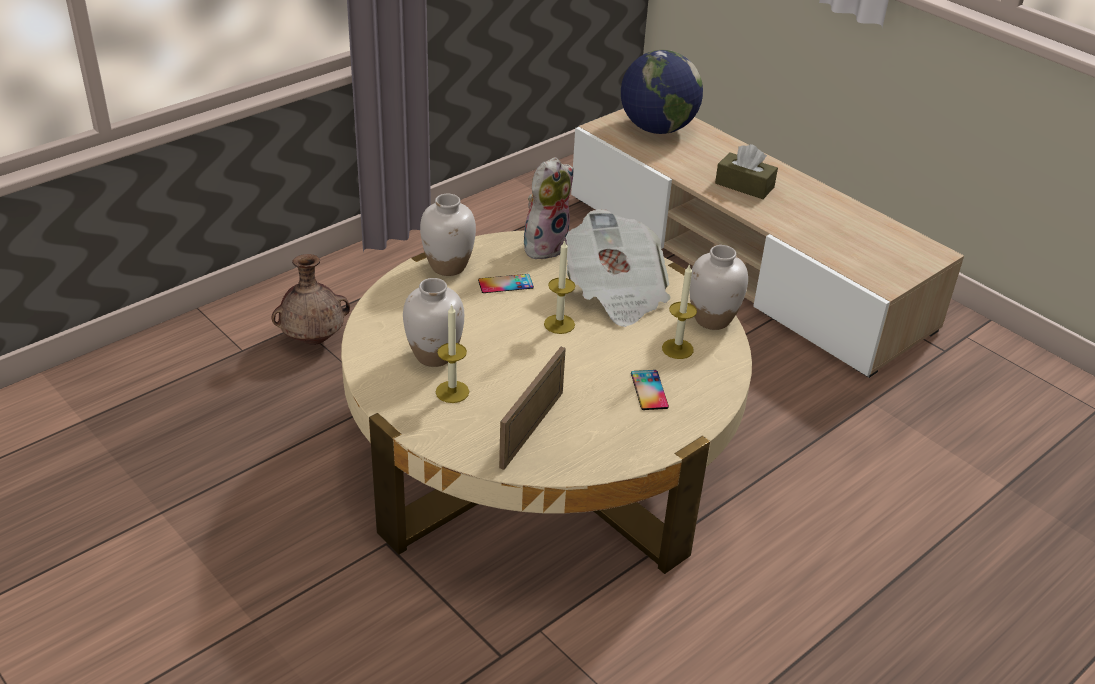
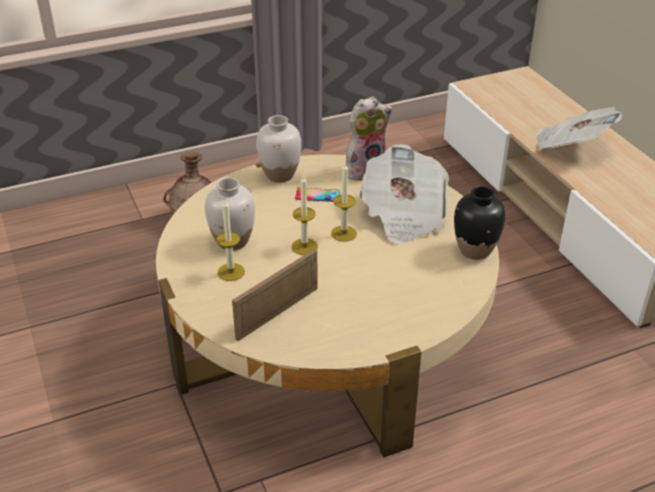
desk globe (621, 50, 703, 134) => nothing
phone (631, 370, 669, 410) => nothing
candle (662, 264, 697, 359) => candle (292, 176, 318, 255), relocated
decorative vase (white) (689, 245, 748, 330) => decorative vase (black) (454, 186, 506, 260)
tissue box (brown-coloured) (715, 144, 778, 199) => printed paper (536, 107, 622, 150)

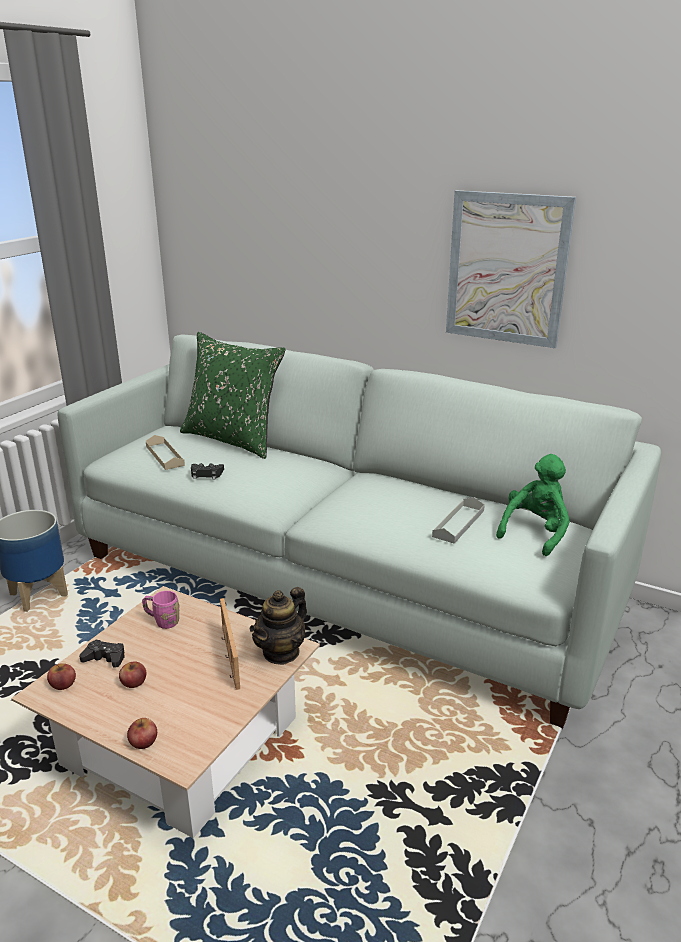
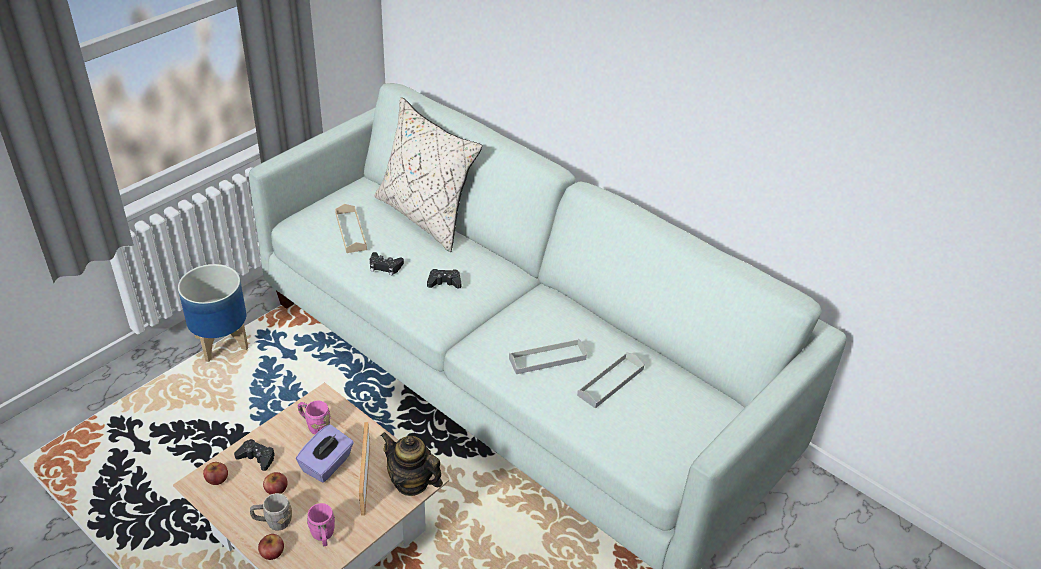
pillow (green-coloured) (180, 332, 286, 459) => pillow (beige-coloured) (375, 97, 482, 252)
tea pot (250, 587, 307, 665) => tea pot (381, 432, 443, 496), 75 degrees clockwise
picture (446, 190, 576, 348) => nothing
cuddly toy (green-coloured) (496, 454, 570, 556) => nothing
nothing => tea mug (grey) (250, 493, 292, 531)
nothing => tissue box (purple-coloured) (296, 424, 354, 482)
nothing => tea mug (pink) (307, 503, 335, 547)
nothing => game controller (black) (427, 269, 461, 289)
nothing => tray (grey) (509, 339, 587, 374)

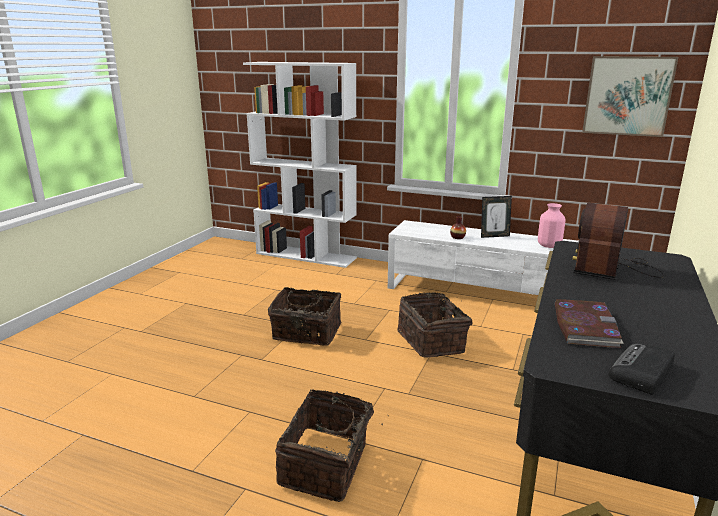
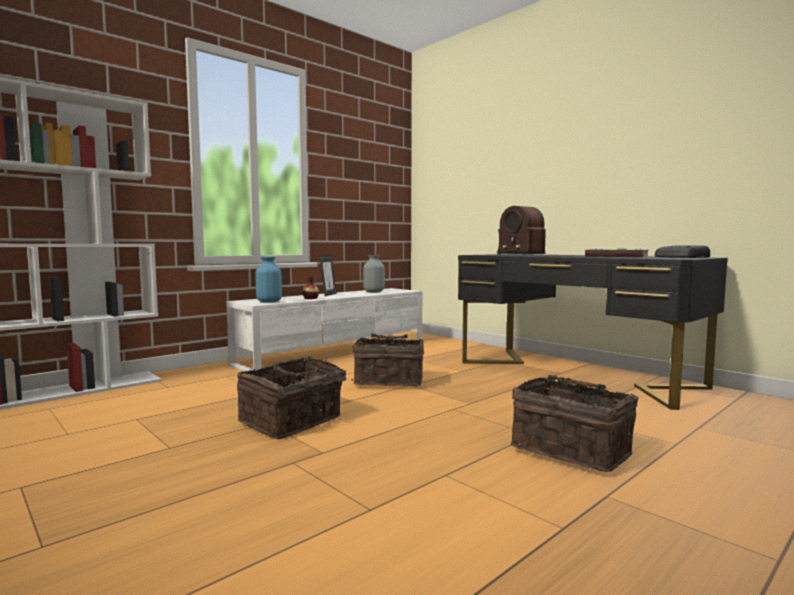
decorative vase (pink) (538, 203, 565, 248) => decorative vase (grey) (363, 255, 385, 293)
picture (582, 56, 678, 137) => nothing
nothing => decorative vase (blue-coloured) (255, 257, 282, 303)

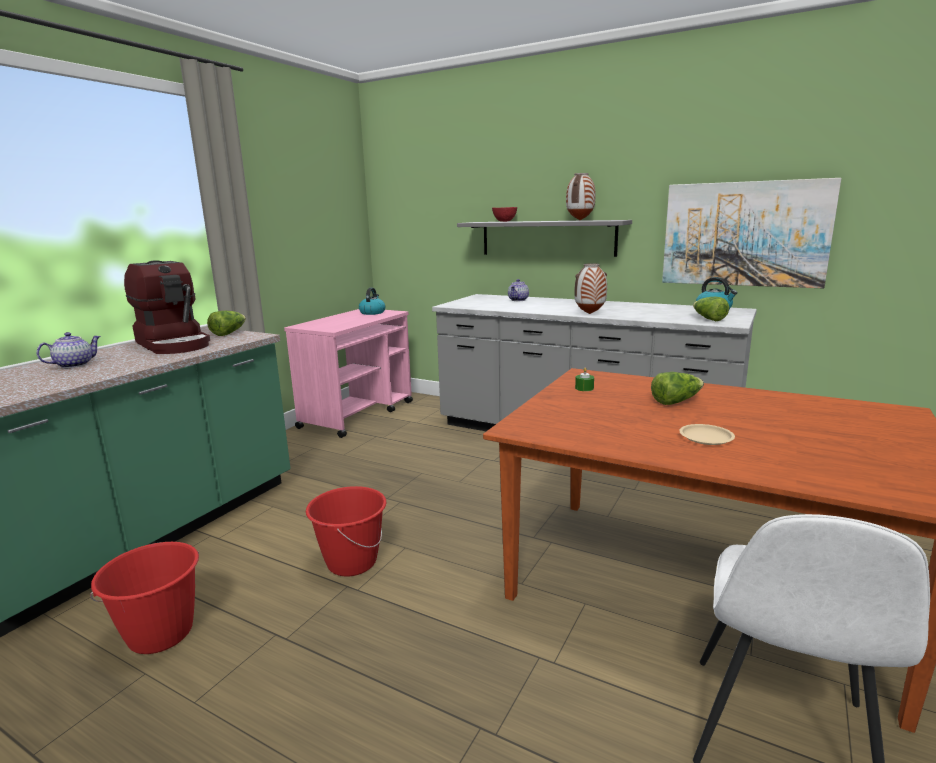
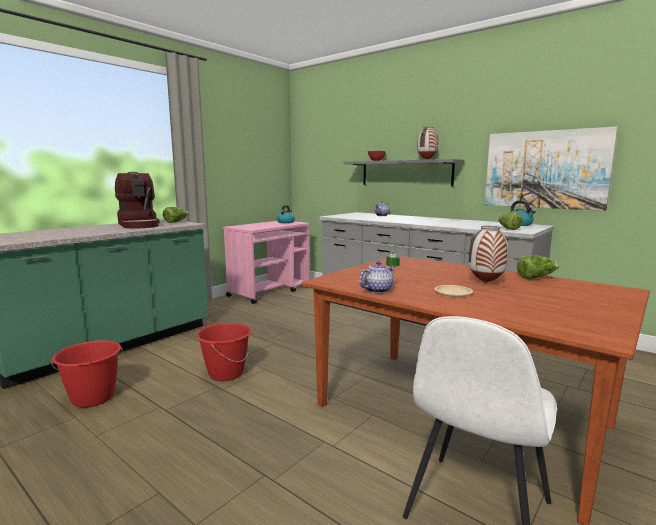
tea pot (36, 332, 101, 368) => tea pot (359, 261, 395, 293), relocated
decorative vase (574, 263, 607, 314) => decorative vase (469, 226, 509, 283), relocated
lettuce head (651, 372, 704, 405) => lettuce head (517, 255, 559, 279), relocated

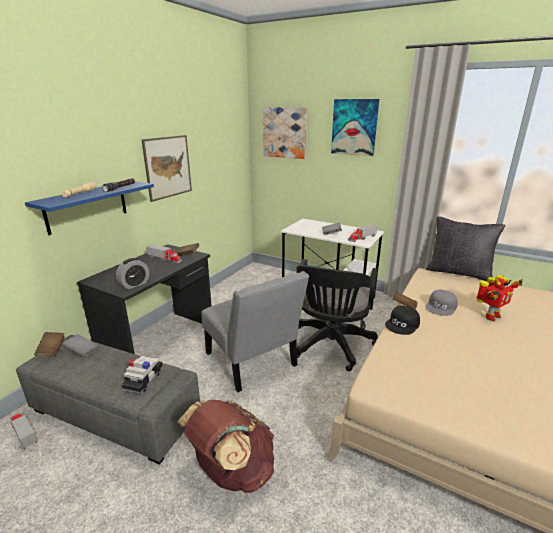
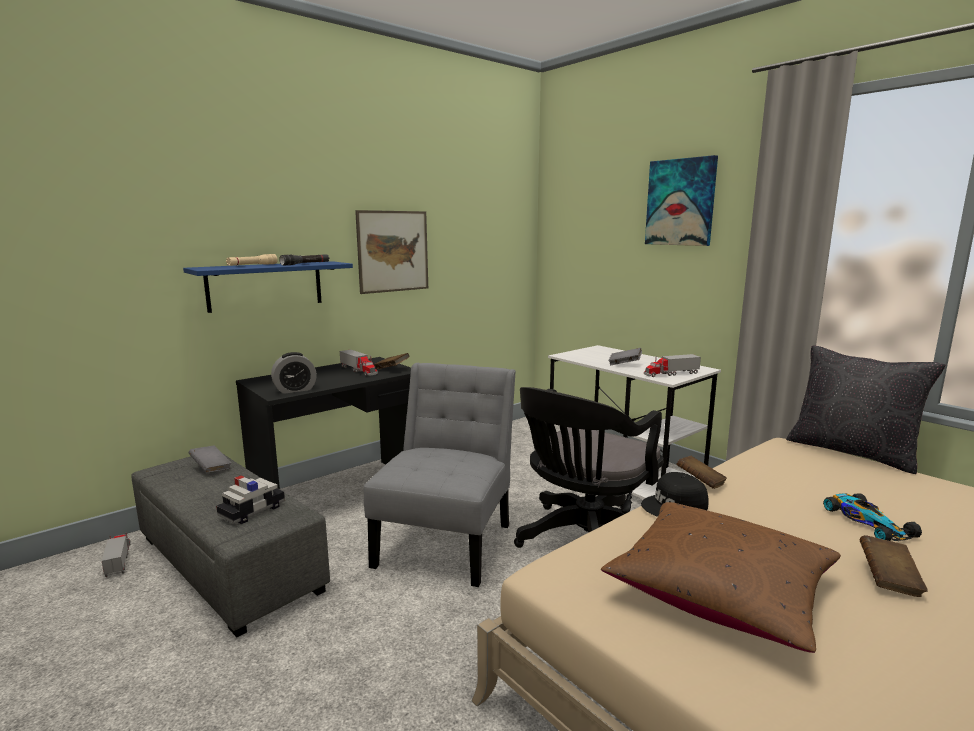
book (brown-coloured) (34, 332, 65, 357) => book (brown-coloured) (859, 535, 928, 597), relocated
rucksack (brown-coloured) (177, 400, 274, 493) => nothing
upright chair (grey) (201, 271, 309, 392) => upright chair (grey) (364, 363, 516, 587), 150 degrees counterclockwise
picture (263, 107, 307, 159) => nothing
cap (grey) (425, 289, 458, 316) => nothing
model robot (476, 275, 523, 321) => toy car (823, 493, 922, 541)
nothing => pillow (brown-coloured) (601, 502, 841, 653)

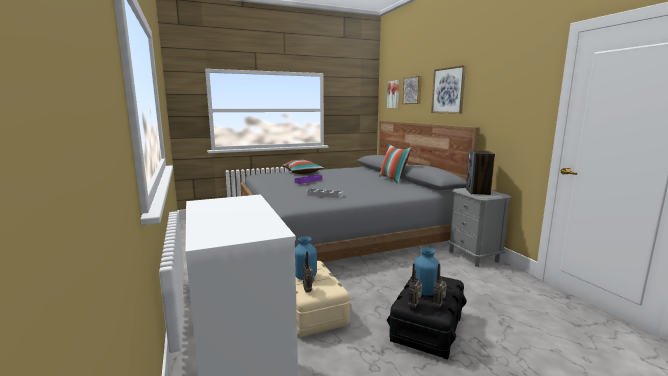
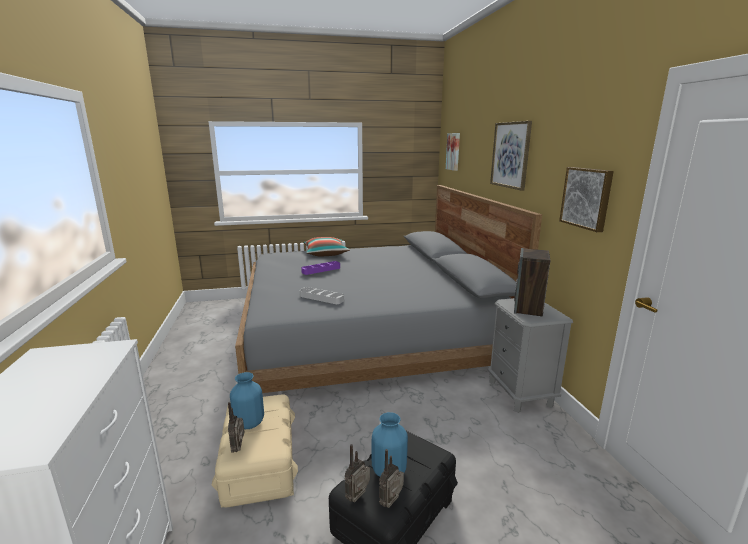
pillow (379, 144, 411, 183) => nothing
picture (402, 76, 422, 104) => picture (559, 167, 614, 232), relocated

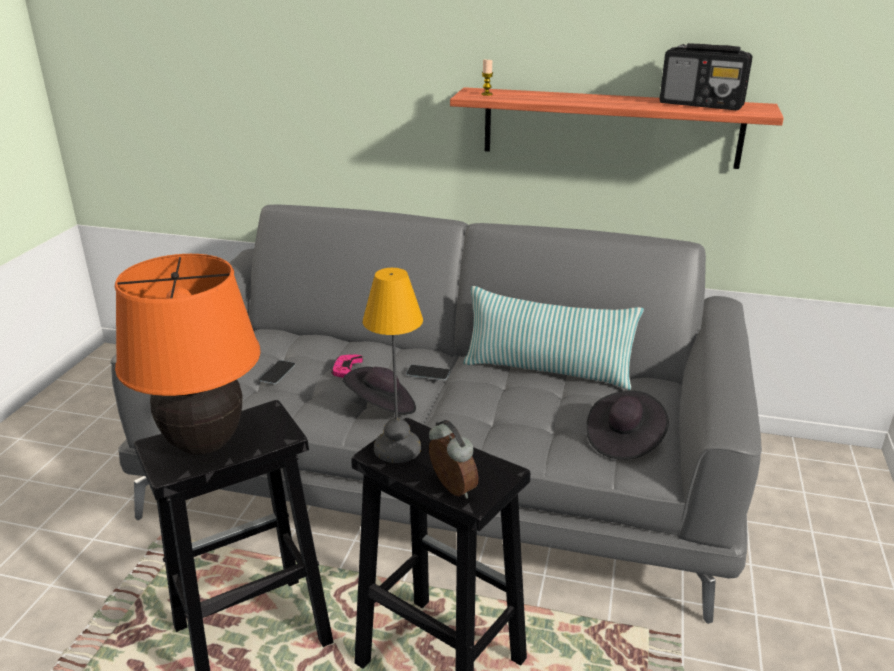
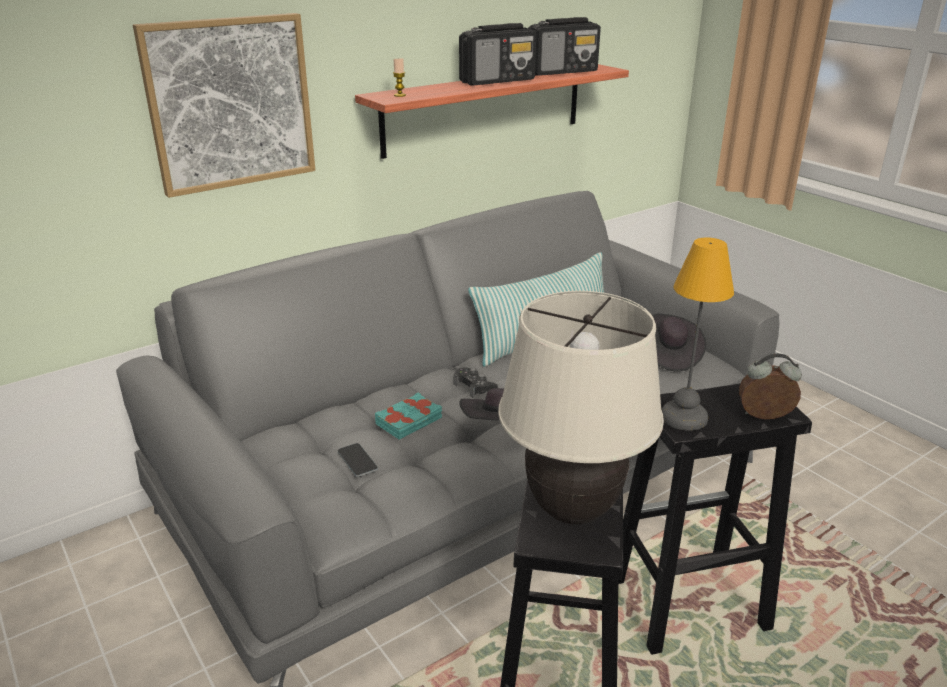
tabletop lamp (orangey) (115, 254, 261, 455) => tabletop lamp (beige-coloured) (498, 291, 664, 524)
game controller (pink) (331, 354, 363, 378) => book (turquoise-coloured) (375, 392, 442, 440)
phone (406, 365, 450, 380) => game controller (black) (454, 367, 498, 398)
nothing => picture (133, 13, 316, 198)
nothing => radio set (459, 23, 536, 85)

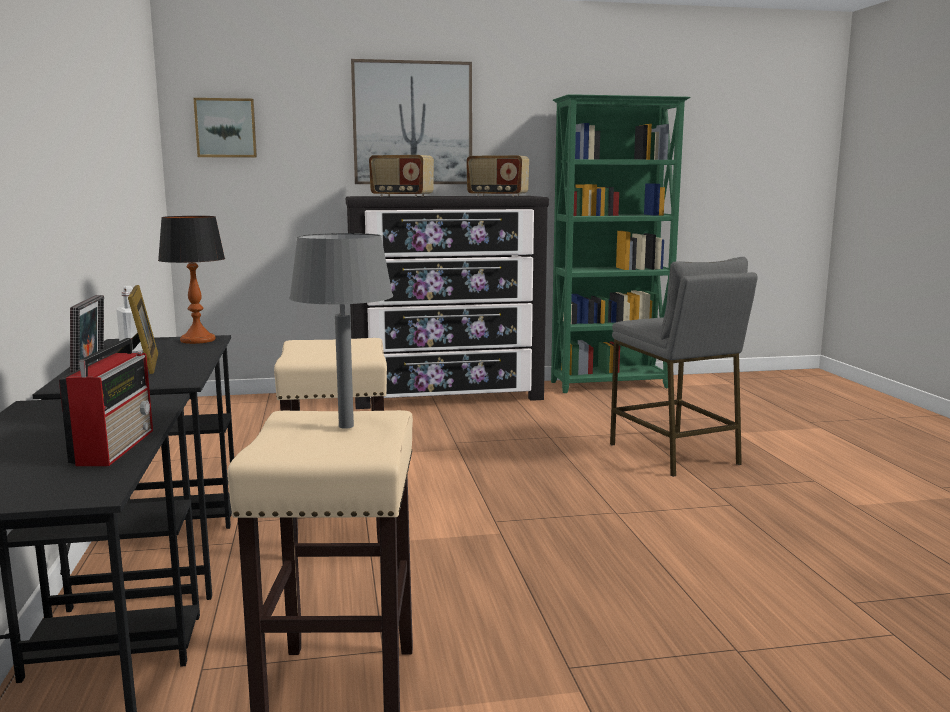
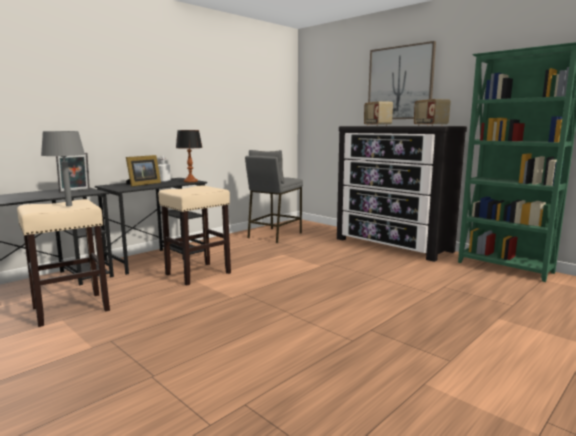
radio set (59, 338, 153, 466) => nothing
picture (193, 98, 257, 158) => nothing
stool seat (grey) (610, 257, 758, 477) => stool seat (grey) (245, 150, 303, 243), relocated

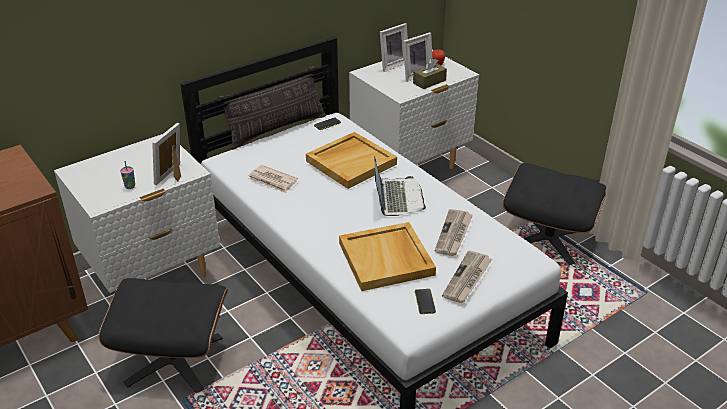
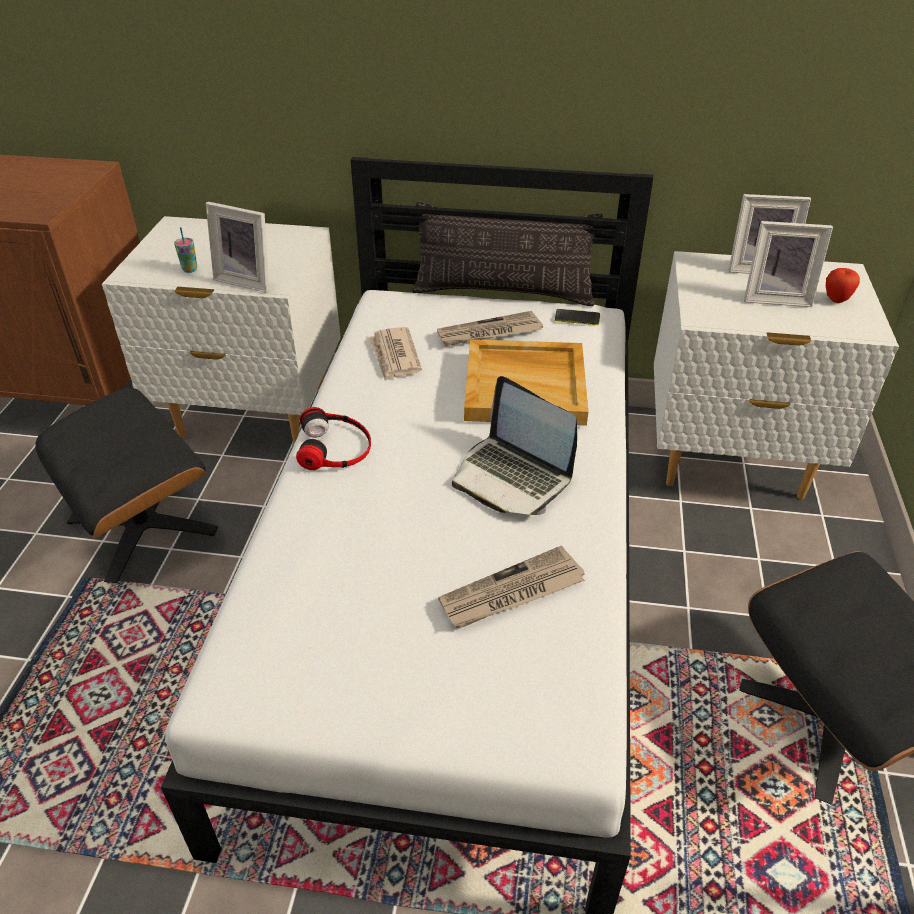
photo frame (152, 123, 181, 185) => photo frame (206, 202, 270, 293), 135 degrees counterclockwise
tray (beige-coloured) (339, 222, 436, 291) => nothing
notebook computer (374, 156, 426, 216) => notebook computer (452, 376, 577, 515), 90 degrees clockwise
tissue box (brown-coloured) (413, 58, 447, 89) => nothing
phone (415, 289, 436, 314) => nothing
printed paper (442, 250, 492, 303) => printed paper (437, 311, 543, 346), relocated
nothing => headset (296, 407, 371, 470)

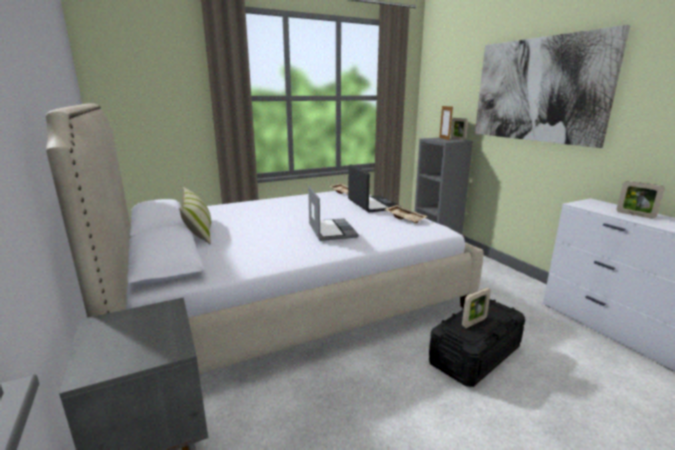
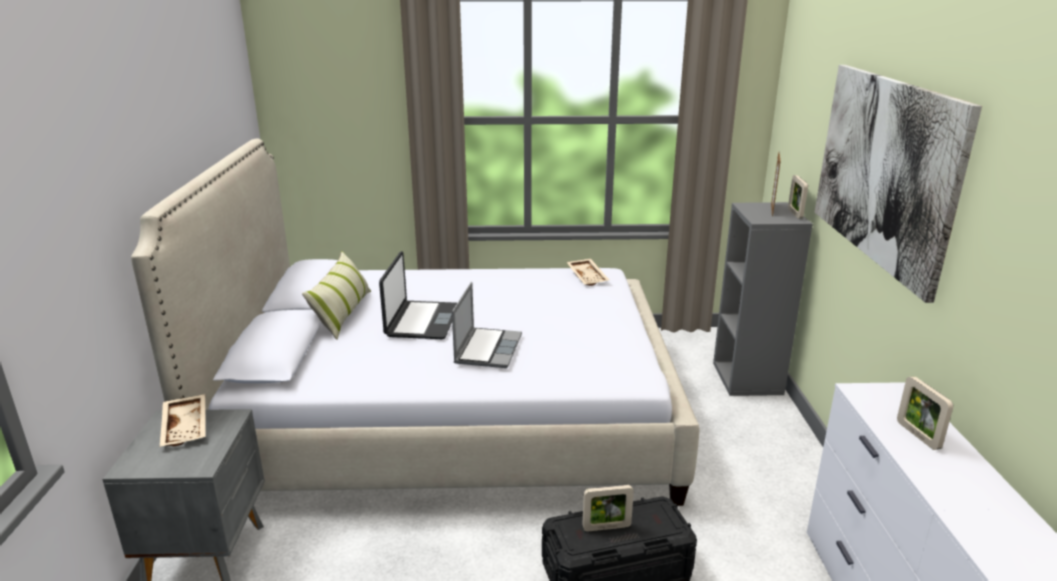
notebook computer (348, 164, 400, 212) => notebook computer (379, 251, 457, 339), relocated
tray (beige-coloured) (384, 205, 428, 223) => tray (beige-coloured) (160, 394, 206, 447), relocated

